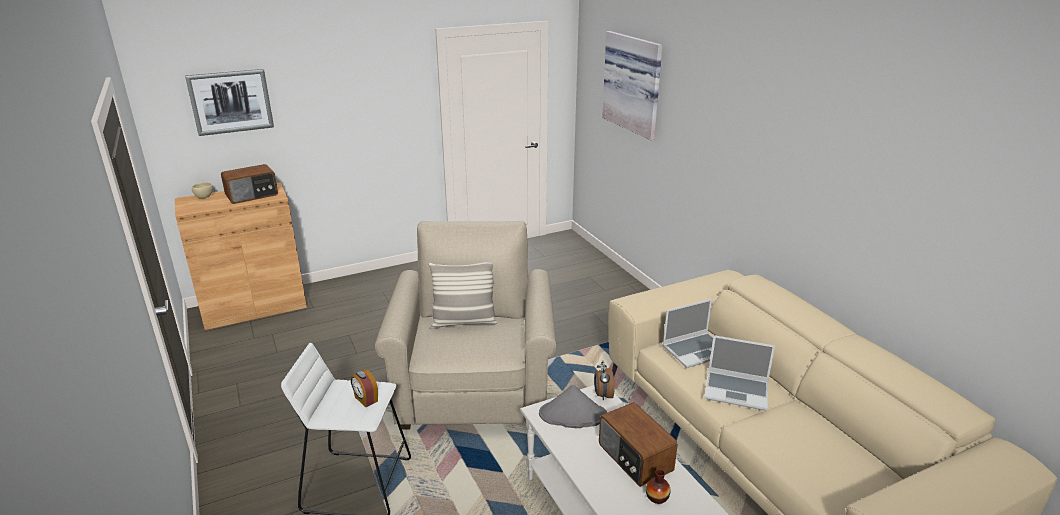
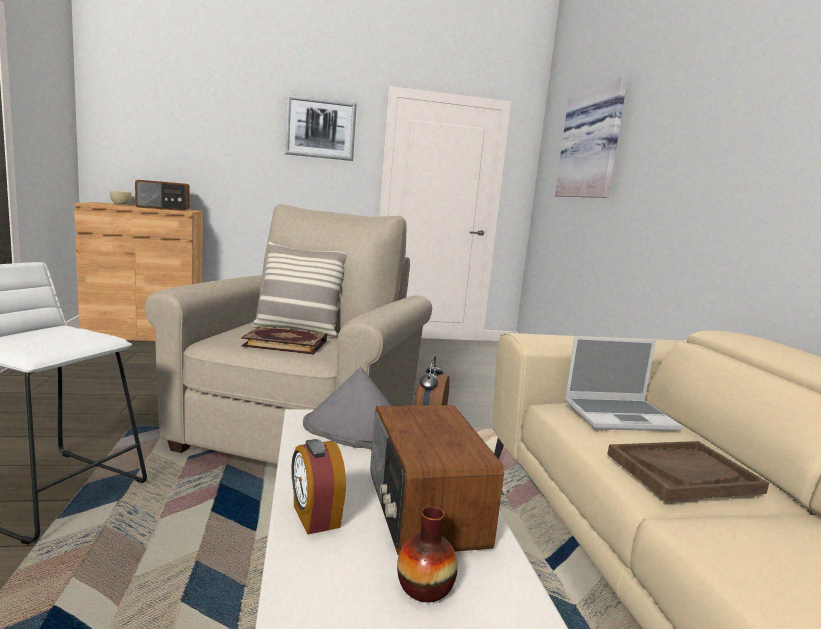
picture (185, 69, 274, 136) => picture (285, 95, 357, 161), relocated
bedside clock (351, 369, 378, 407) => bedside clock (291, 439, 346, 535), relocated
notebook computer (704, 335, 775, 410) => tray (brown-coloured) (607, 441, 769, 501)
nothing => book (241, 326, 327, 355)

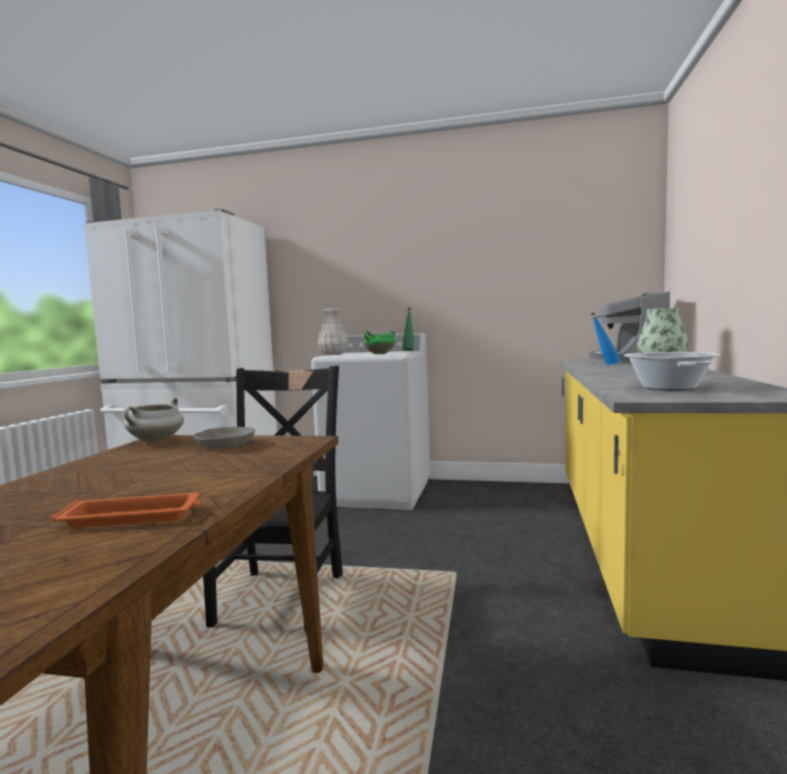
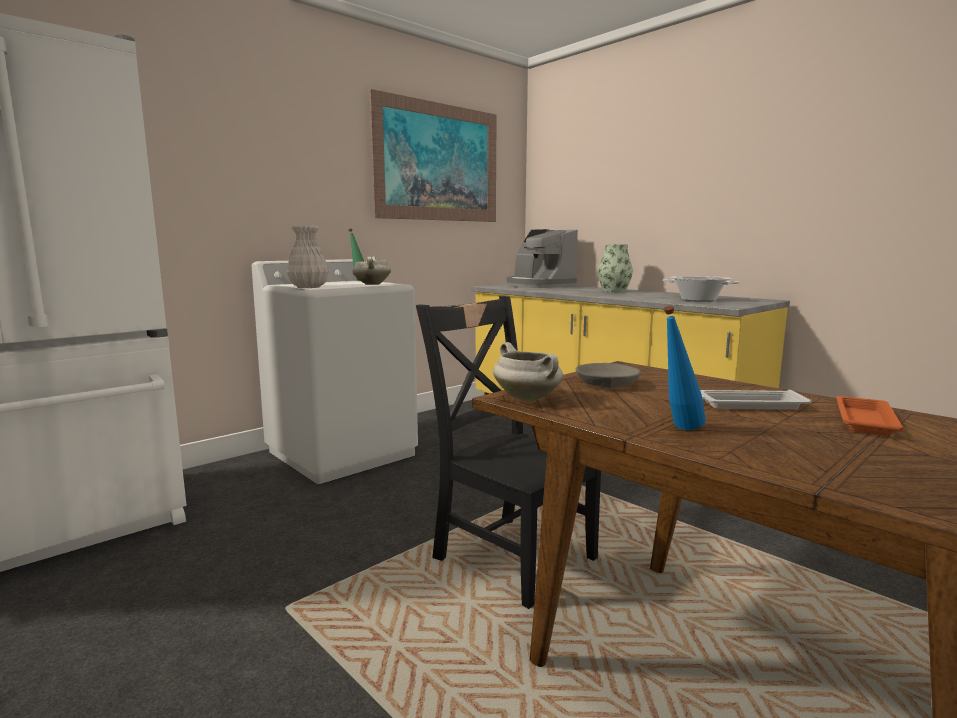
saucepot (green-coloured) (364, 331, 395, 354) => saucepot (white) (352, 256, 391, 285)
beverage bottle (blue-coloured) (591, 312, 620, 366) => beverage bottle (blue-coloured) (664, 306, 706, 430), relocated
nothing => picture (369, 89, 497, 222)
nothing => tray (white) (700, 390, 812, 410)

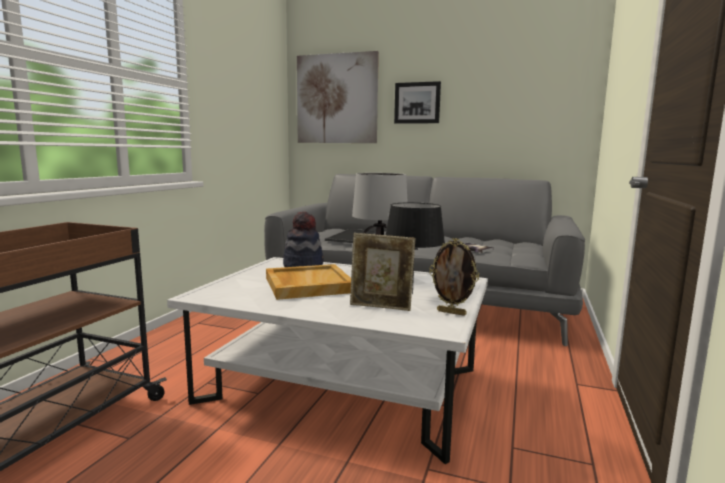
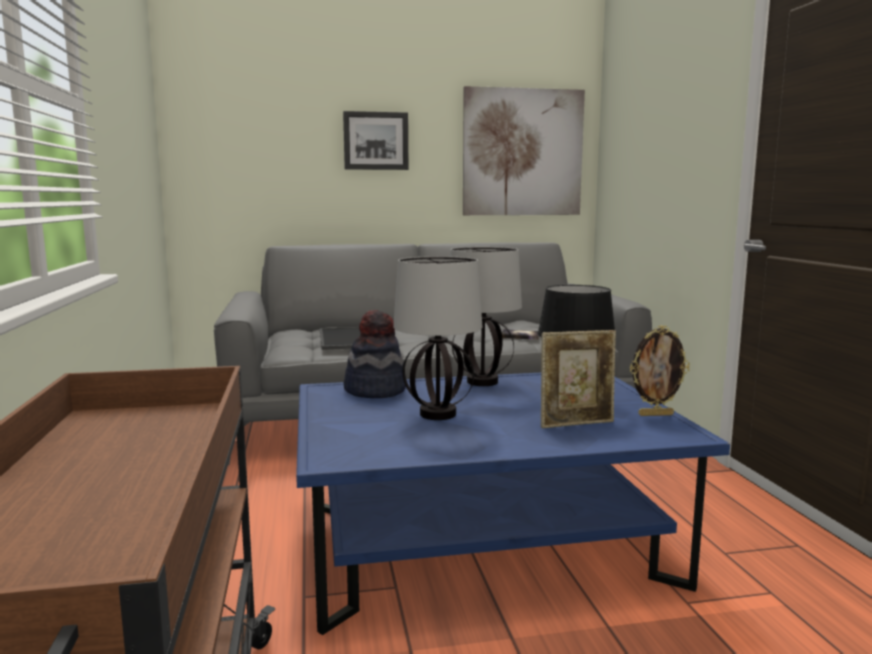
lounge table (white) (167, 257, 488, 464) => lounge table (blue-coloured) (296, 373, 730, 635)
tray (beige-coloured) (266, 264, 351, 300) => tabletop lamp (393, 256, 483, 420)
picture (297, 51, 379, 143) => picture (463, 86, 585, 215), relocated

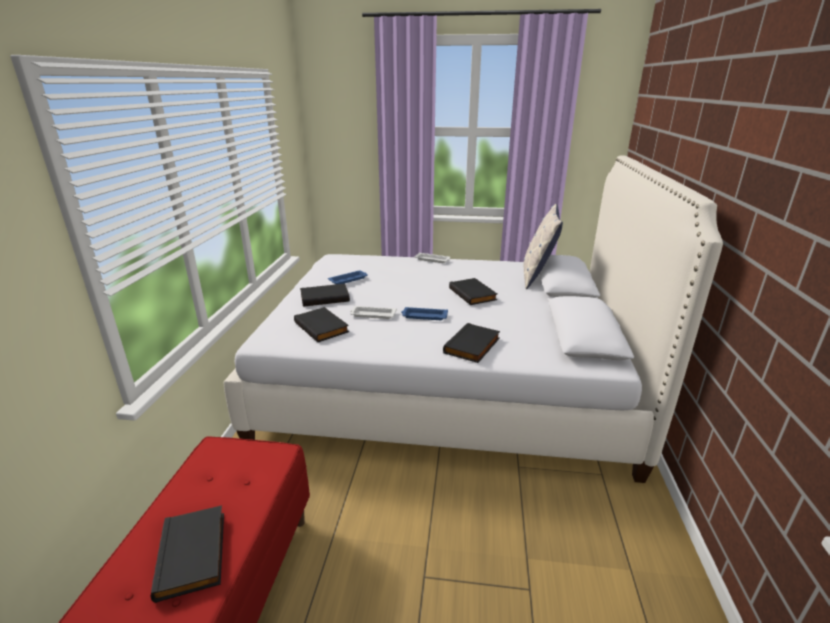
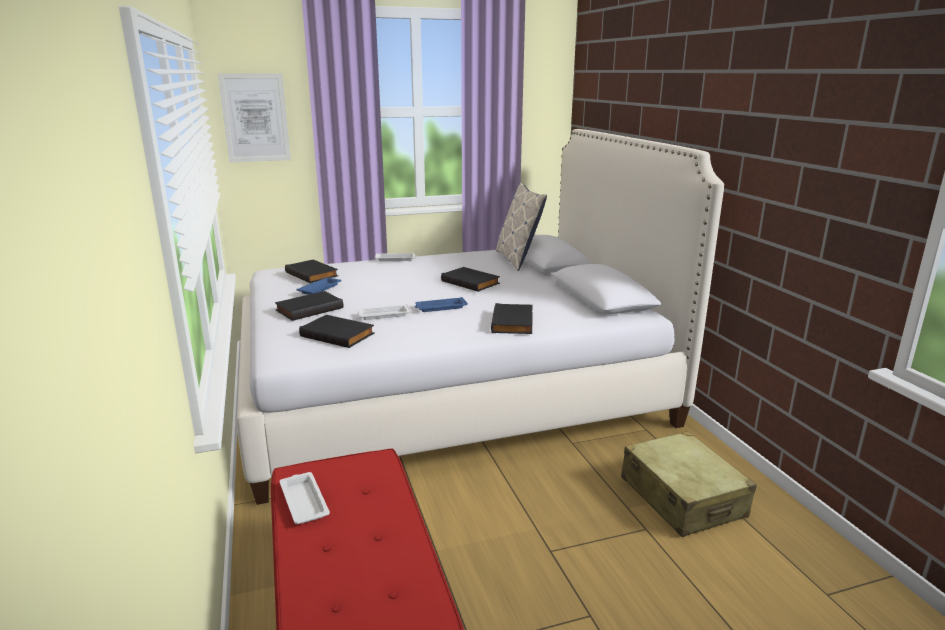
book (black) (151, 505, 224, 603) => book (black) (285, 260, 338, 283), relocated
nothing => picture (218, 73, 291, 162)
nothing => tray (white) (279, 472, 330, 524)
nothing => travel case (beige-coloured) (621, 431, 757, 537)

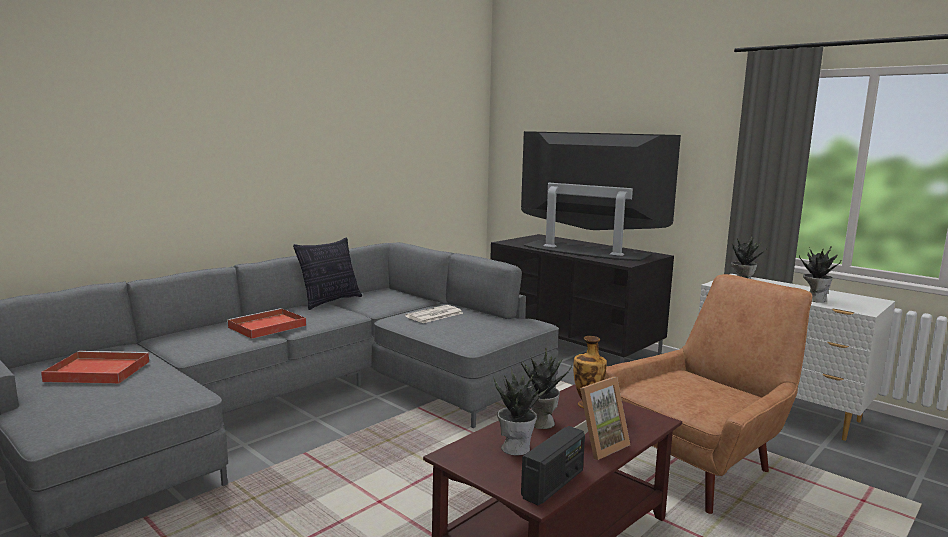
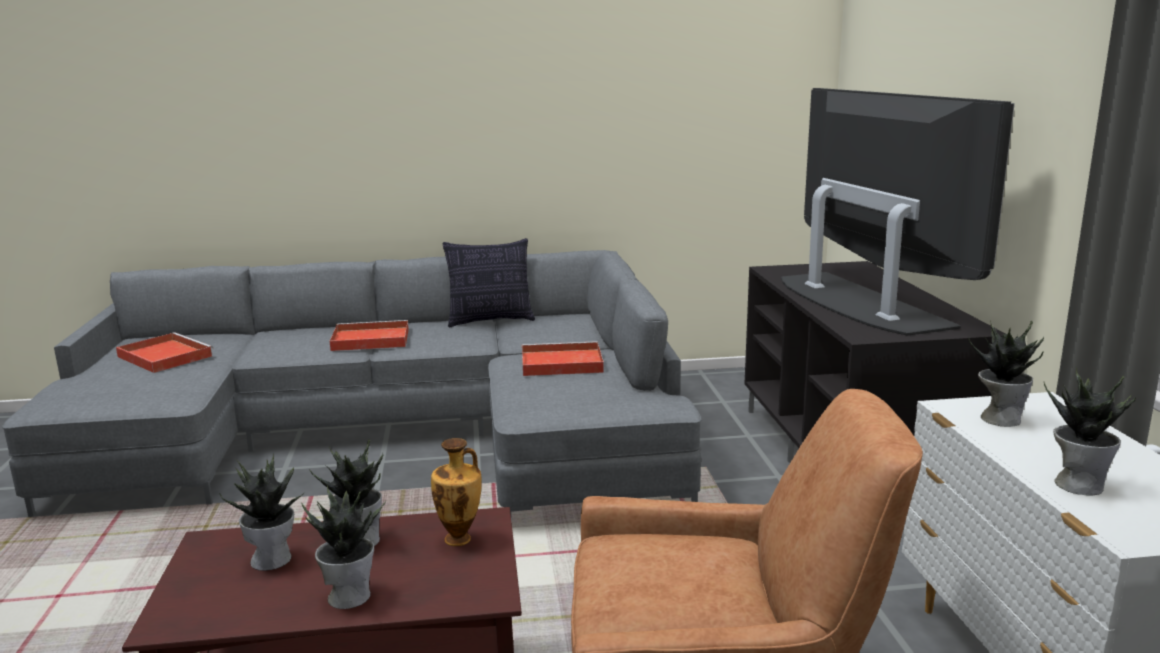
printed paper (405, 305, 463, 323) => tray (red) (522, 341, 604, 376)
radio set (521, 426, 585, 506) => nothing
photo frame (574, 377, 630, 460) => houseplant (301, 486, 386, 609)

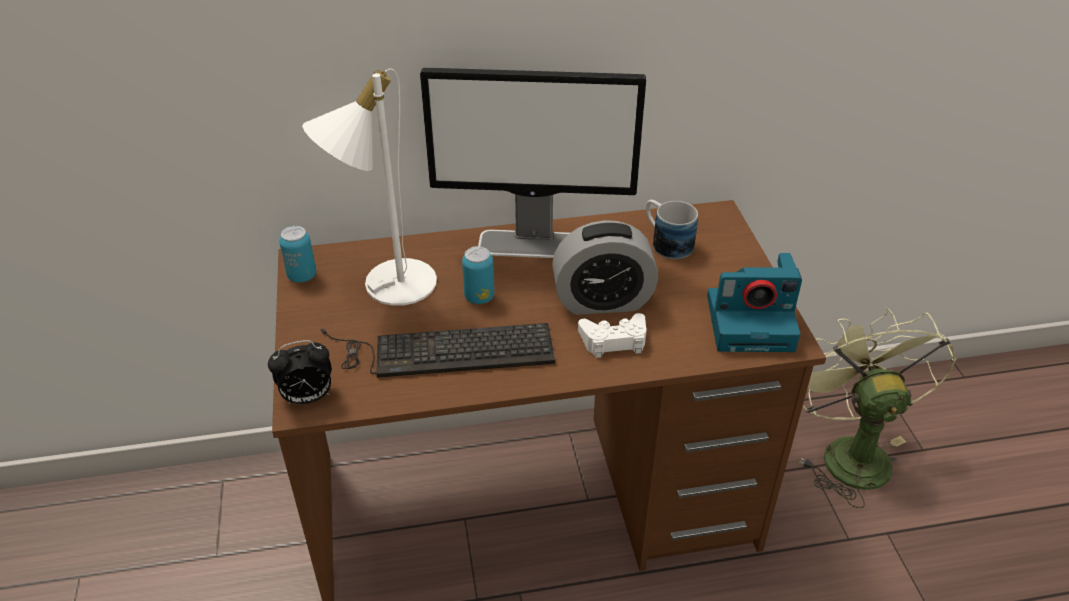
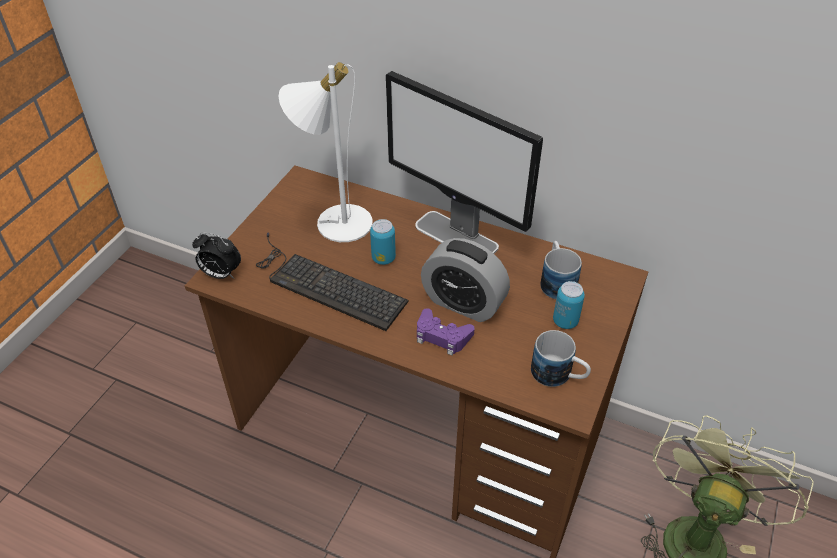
can (279, 226, 316, 283) => can (553, 281, 585, 329), relocated
game controller (white) (578, 313, 647, 358) => game controller (purple-coloured) (417, 308, 475, 356)
still camera (707, 253, 802, 352) => tea mug (531, 330, 591, 387)

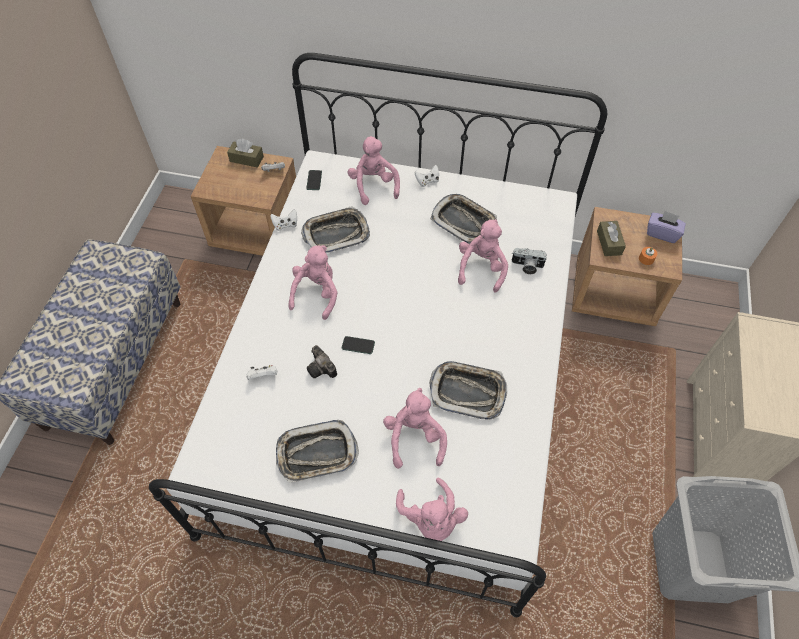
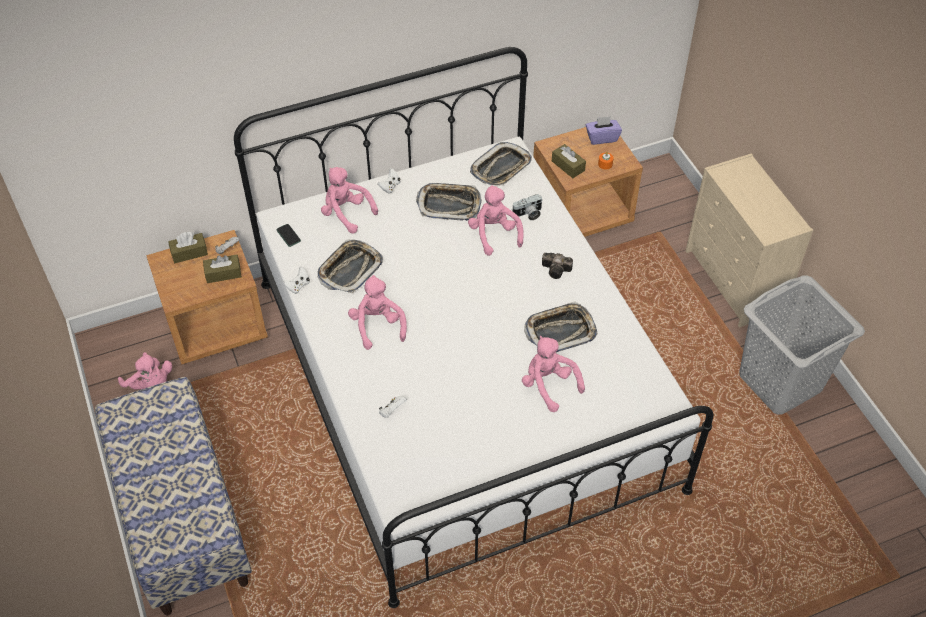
tray (276, 420, 359, 483) => tray (470, 142, 532, 186), relocated
still camera (307, 345, 337, 378) => still camera (542, 253, 573, 279), relocated
phone (342, 336, 375, 354) => nothing
cuddly toy (pink) (396, 478, 468, 541) => cuddly toy (pink) (118, 352, 172, 390), relocated
nothing => tissue box (brown-coloured) (203, 255, 241, 283)

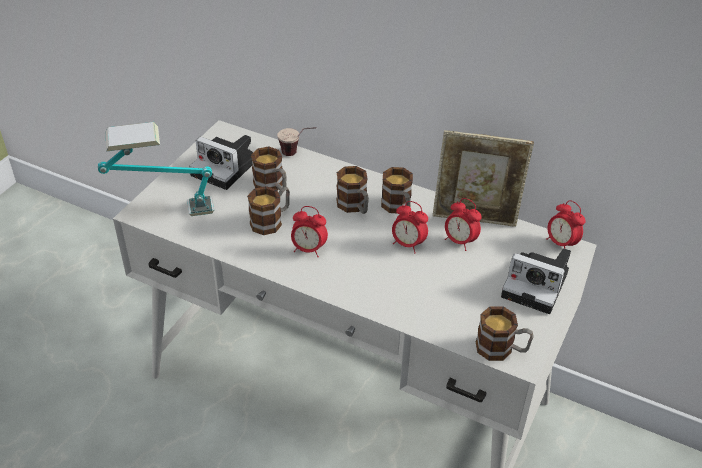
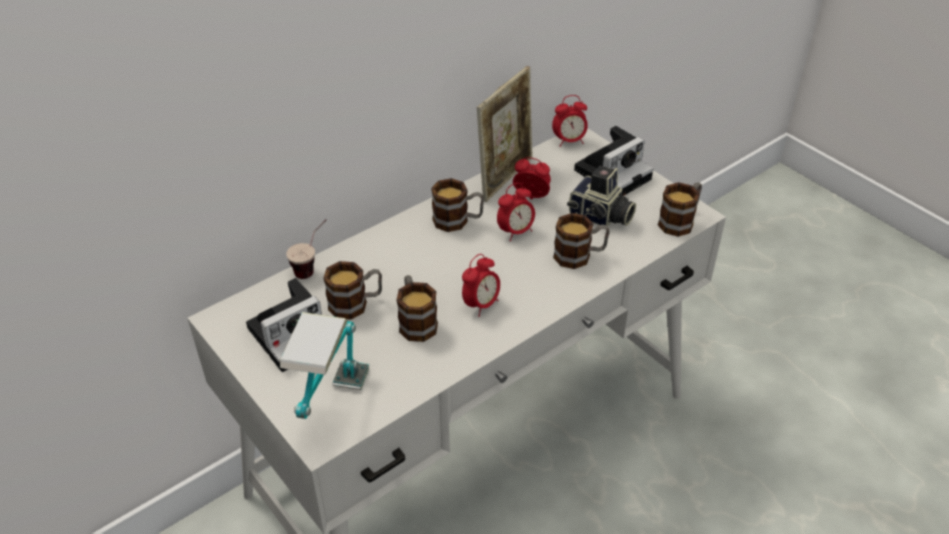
tea mug (336, 166, 369, 214) => tea mug (553, 213, 610, 269), relocated
bedside clock (445, 198, 482, 251) => bedside clock (513, 157, 551, 200), 135 degrees counterclockwise
nothing => still camera (567, 166, 636, 226)

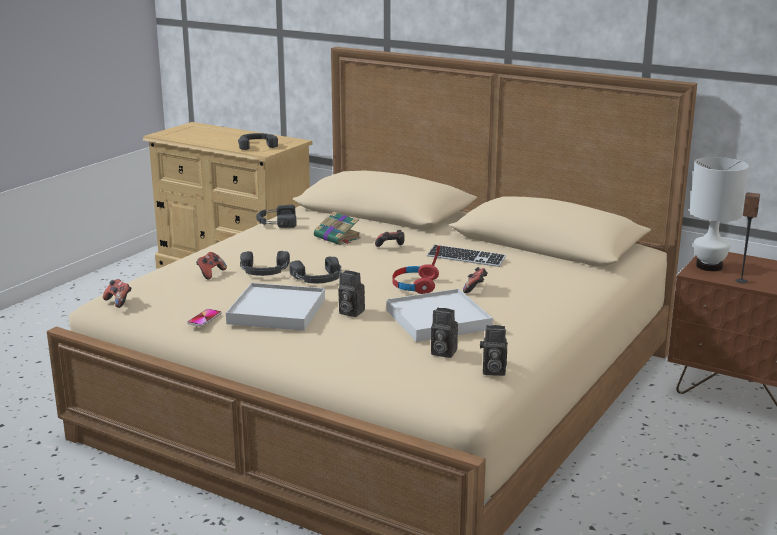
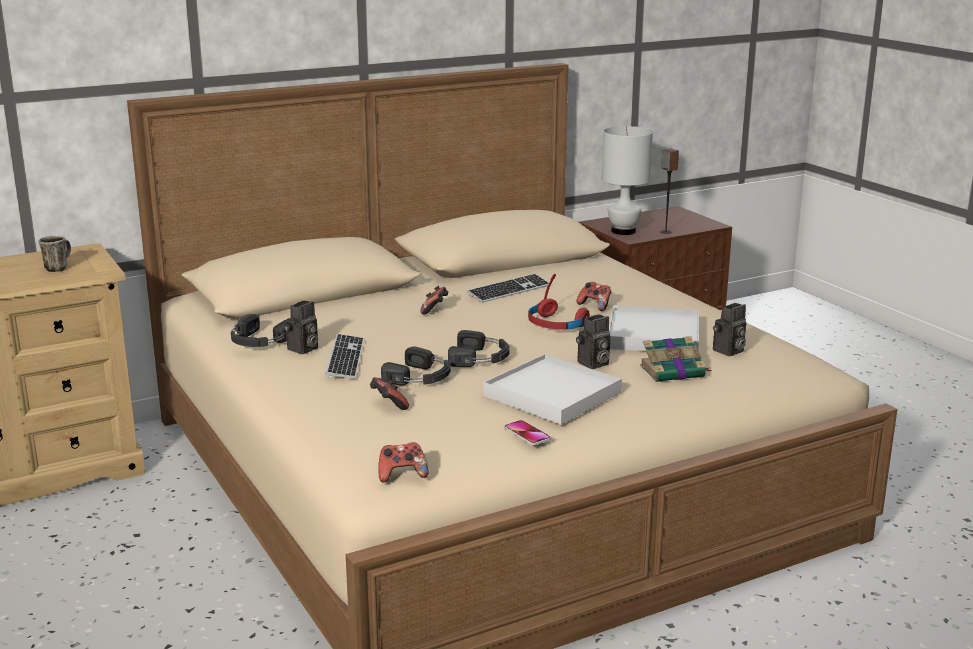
headset (black) (238, 133, 278, 150) => tea mug (39, 235, 71, 272)
book (314, 212, 361, 245) => book (640, 336, 712, 382), relocated
still camera (480, 325, 508, 376) => still camera (284, 301, 318, 354), relocated
nothing => PC keyboard (325, 334, 365, 379)

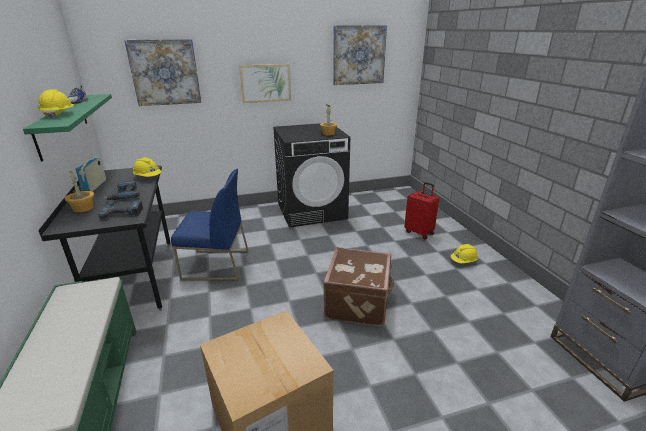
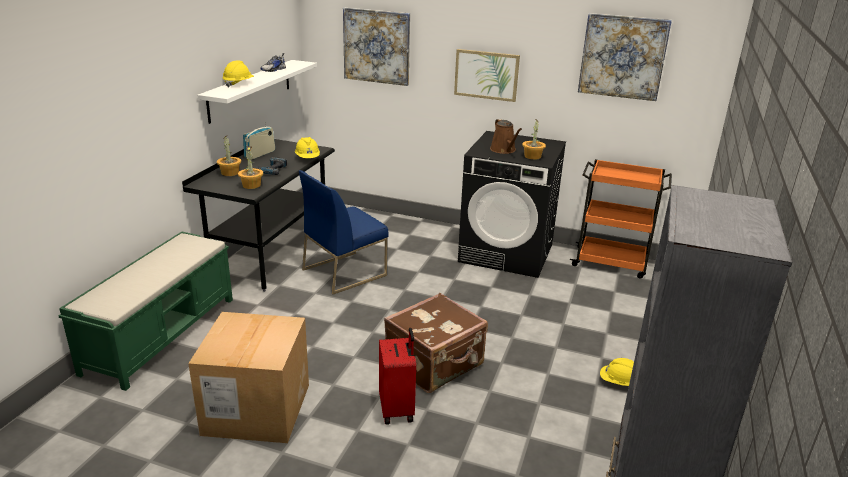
shelf (green-coloured) (23, 94, 112, 162) => shelf (white) (198, 60, 317, 124)
electric drill (98, 200, 143, 219) => houseplant (238, 146, 263, 189)
upright chair (blue-coloured) (171, 169, 249, 281) => upright chair (blue-coloured) (299, 170, 388, 294), 105 degrees clockwise
travel case (red) (404, 182, 439, 240) => travel case (red) (379, 327, 416, 425), relocated
nothing => sprinkling can (brown-coloured) (490, 119, 522, 154)
nothing => cart (orangey) (570, 159, 672, 279)

